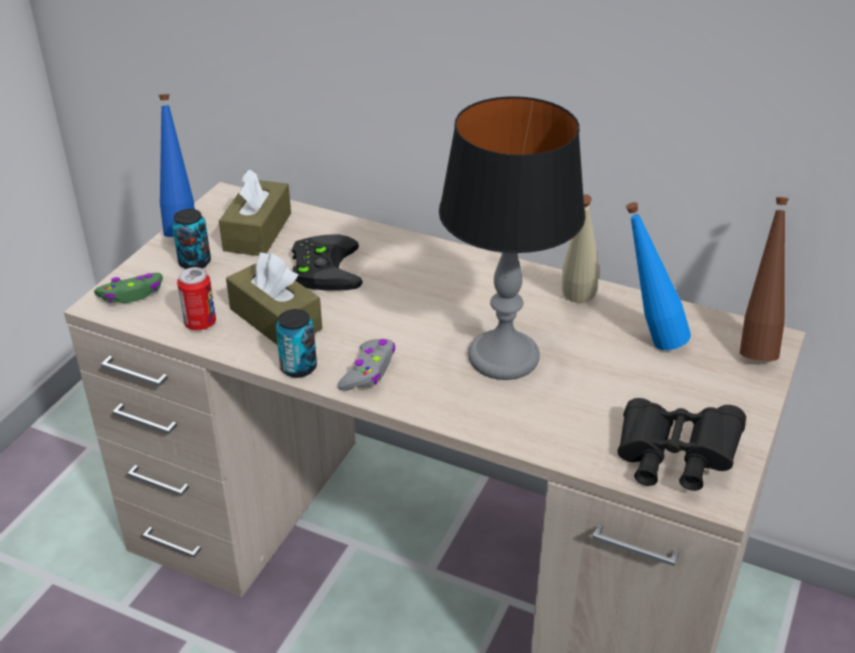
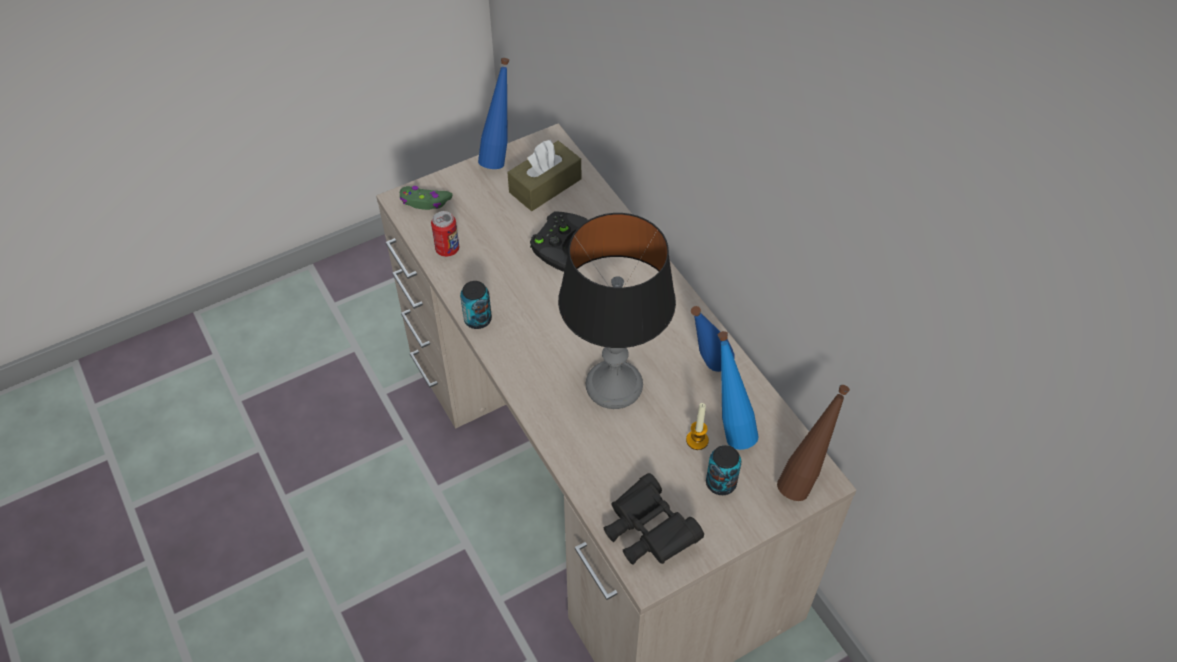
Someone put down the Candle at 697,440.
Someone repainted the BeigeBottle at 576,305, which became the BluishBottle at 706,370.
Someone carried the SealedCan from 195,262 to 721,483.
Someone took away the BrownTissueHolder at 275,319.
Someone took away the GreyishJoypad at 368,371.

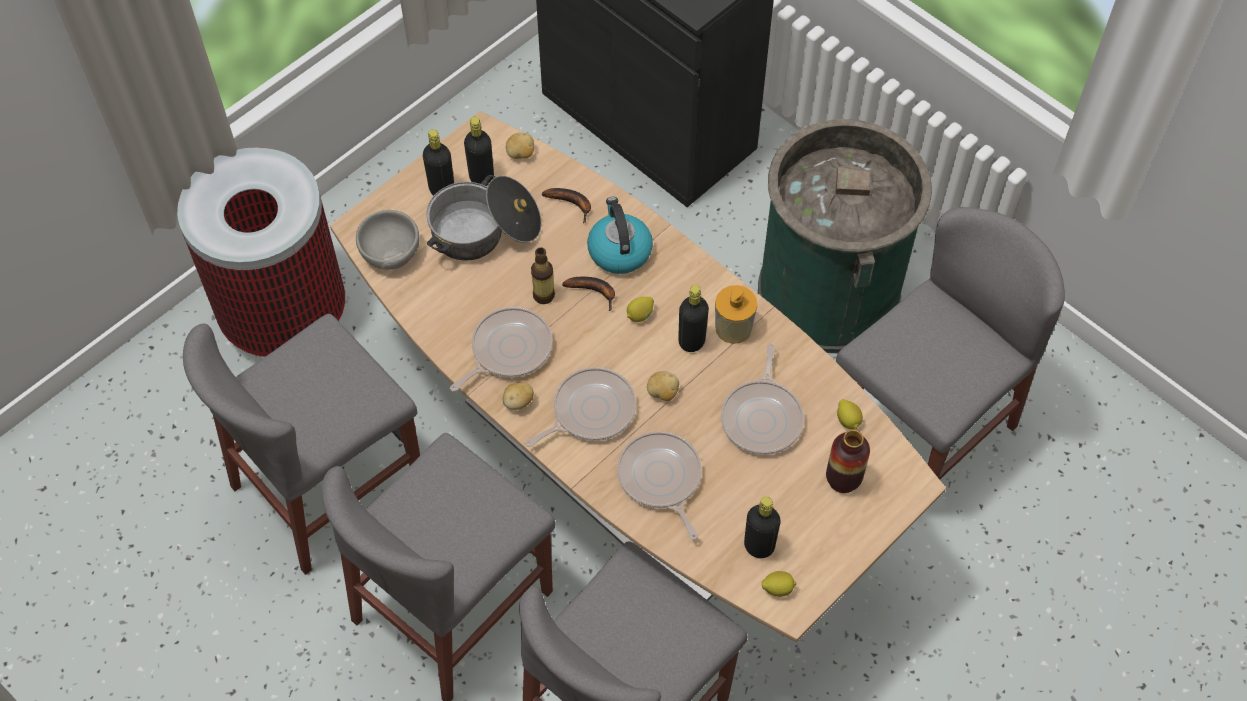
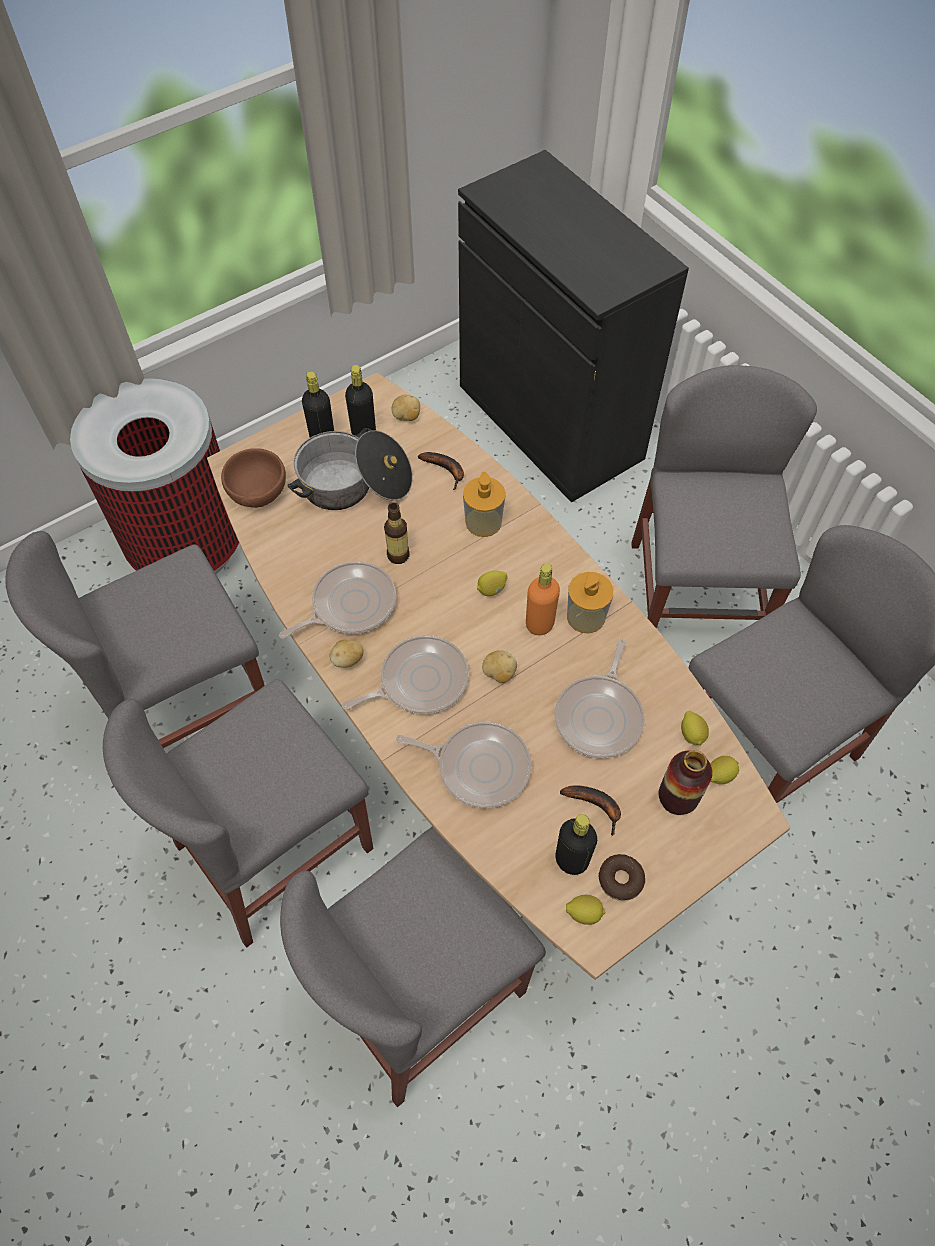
Someone repainted the GreyishServingBowl at 392,251, which became the BrownServingBowl at 259,491.
Someone rotated the Skillet at 661,479 by 120 degrees clockwise.
Someone swapped the TeaKettle at 619,250 for the SoapBottle at 483,522.
Someone repainted the BlackishBottle at 691,341, which became the OrangeColouredBottle at 539,624.
Someone carried the WholeBanana from 594,291 to 596,806.
Someone put down the Doughnut at 620,880.
Someone swapped the GreenTrashCan at 828,292 for the GreyishUprightChair at 691,598.
Someone put down the WholeLemon at 719,775.

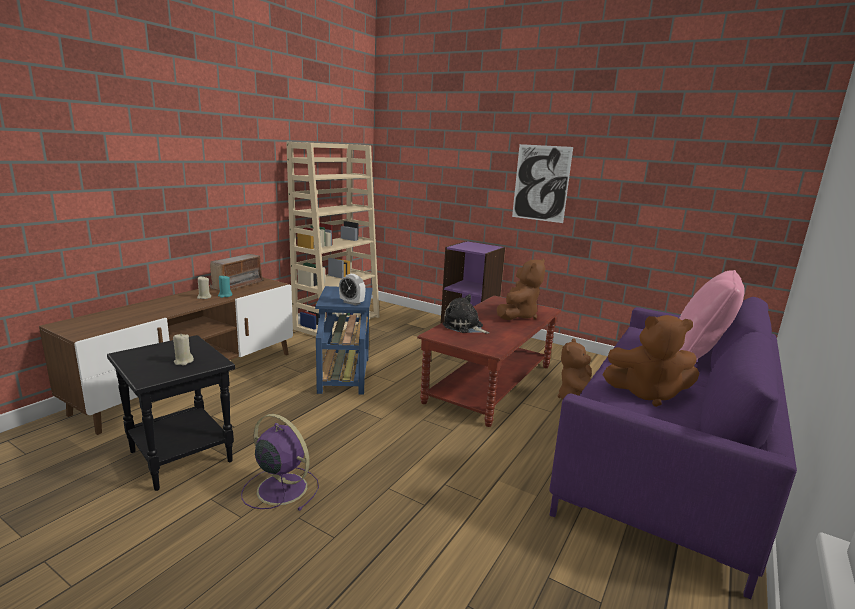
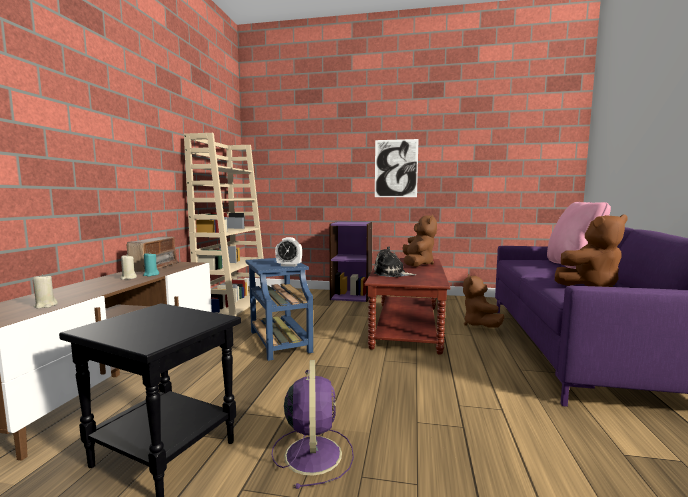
Someone carried the BeigeCandle from 183,361 to 45,306.
Someone rotated the PurpleElectricFan at 280,488 by 75 degrees clockwise.

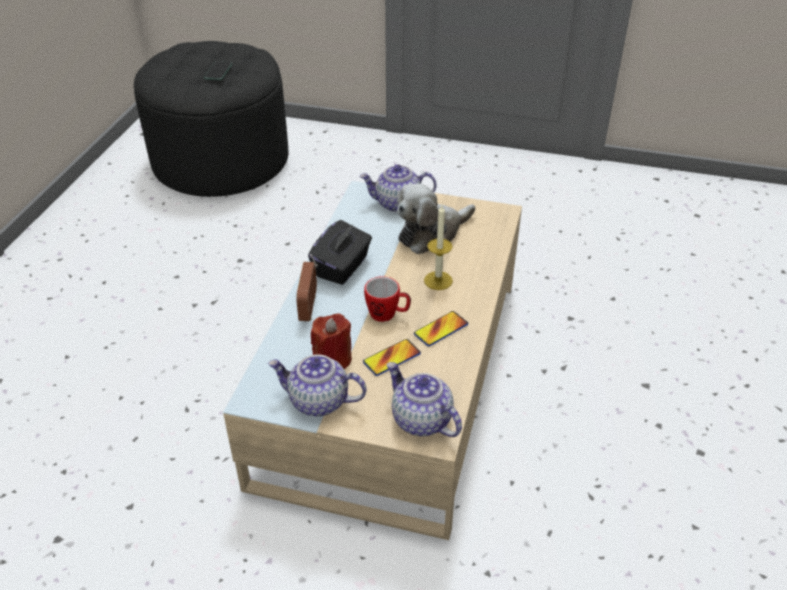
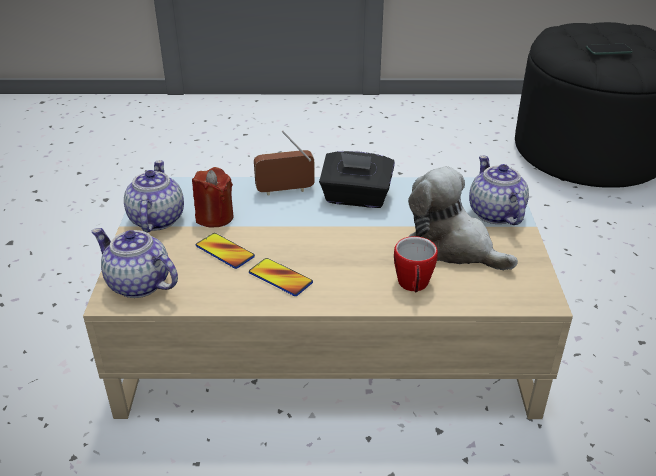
Someone rotated the PotForTea at 420,420 by 90 degrees counterclockwise.
Someone carried the Mug from 388,314 to 413,286.
Someone took away the Candle at 438,280.

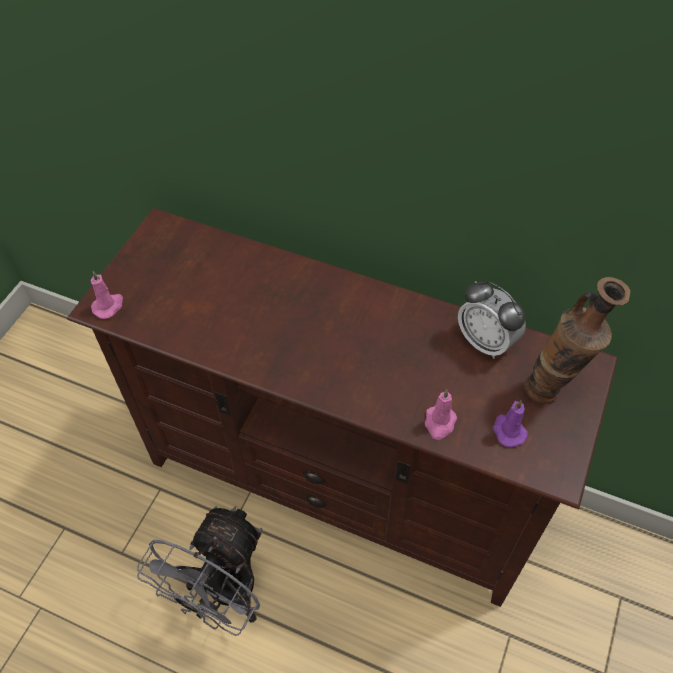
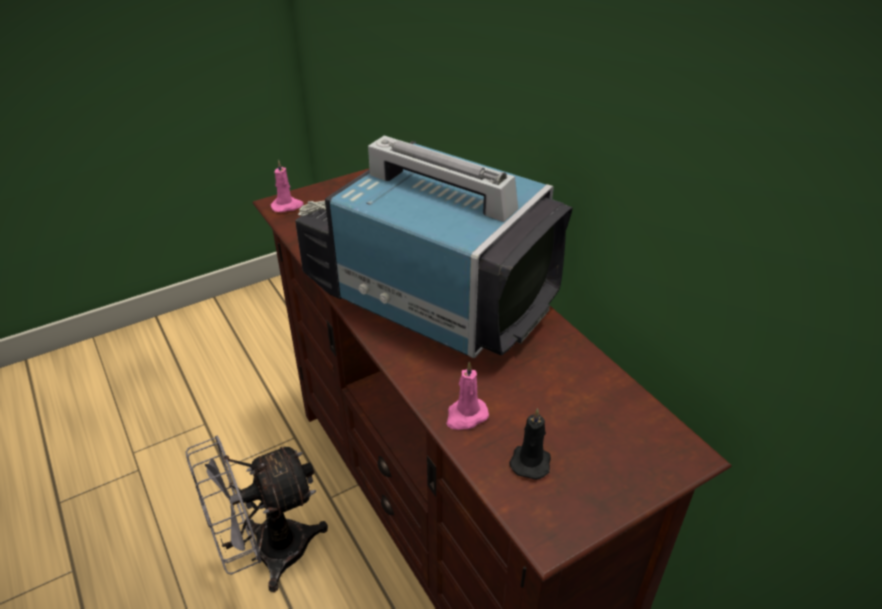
Someone put down the Tv at 428,294.
Someone repainted the PurpleCandle at 508,431, which became the BlackishCandle at 531,460.
Someone took away the AlarmClock at 485,342.
Someone took away the DecorativeVase at 553,391.

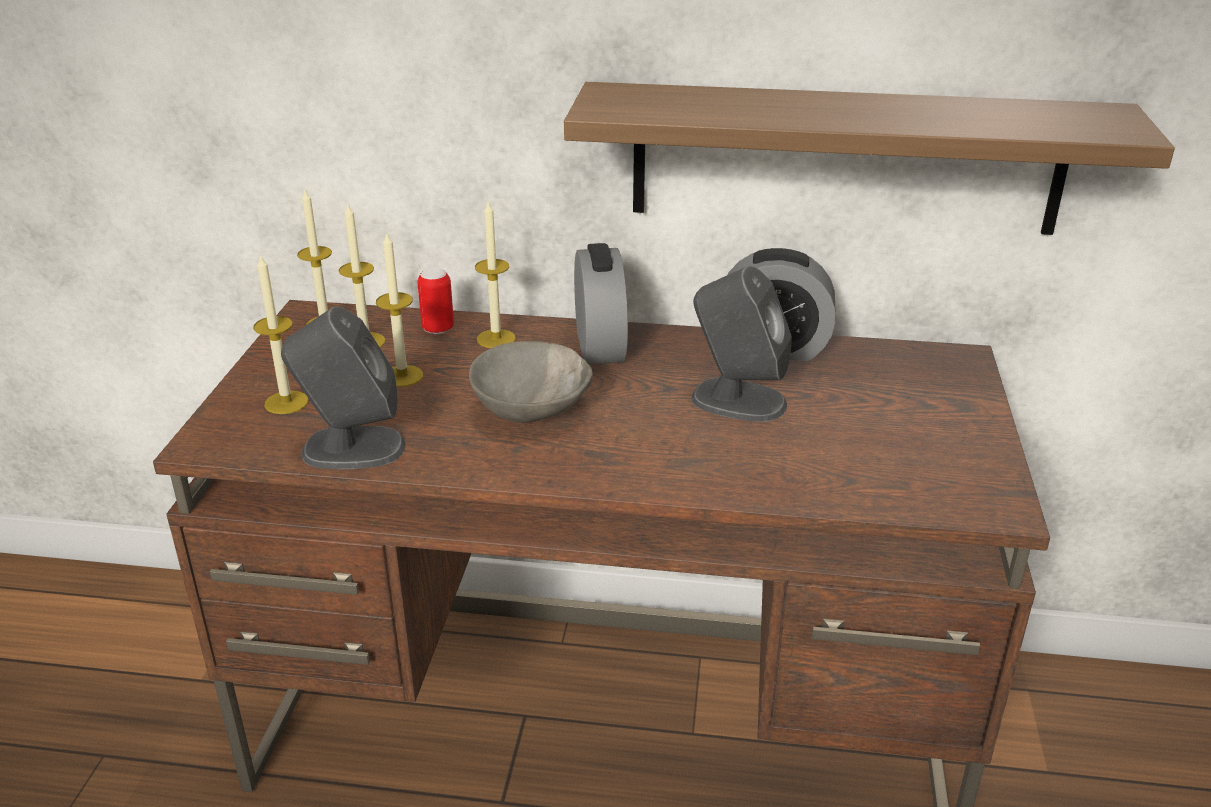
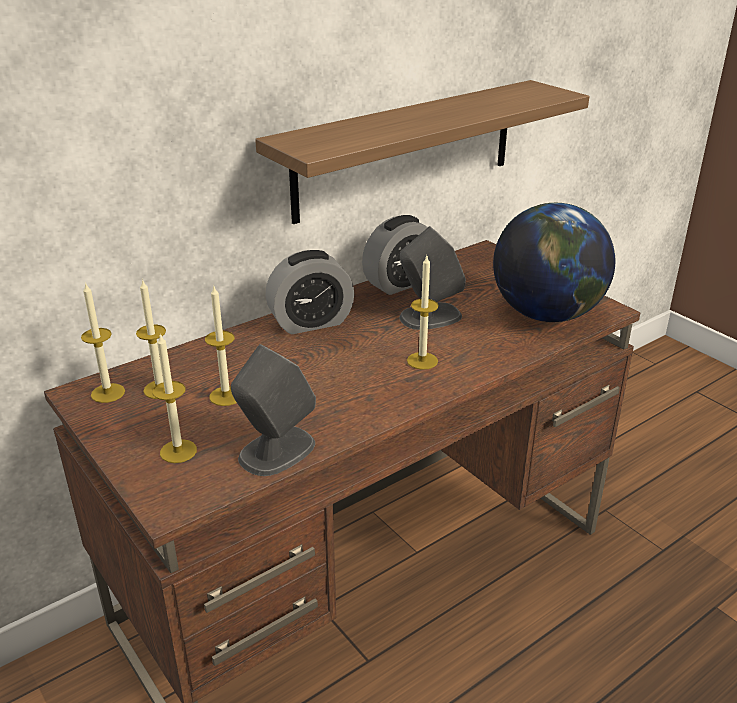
Someone rotated the AlarmClock at 600,346 by 120 degrees clockwise.
Someone carried the Candle from 496,339 to 422,361.
Someone put down the DeskGlobe at 547,314.
Someone took away the SealedCan at 438,329.
Someone took away the GreyishServingBowl at 530,408.

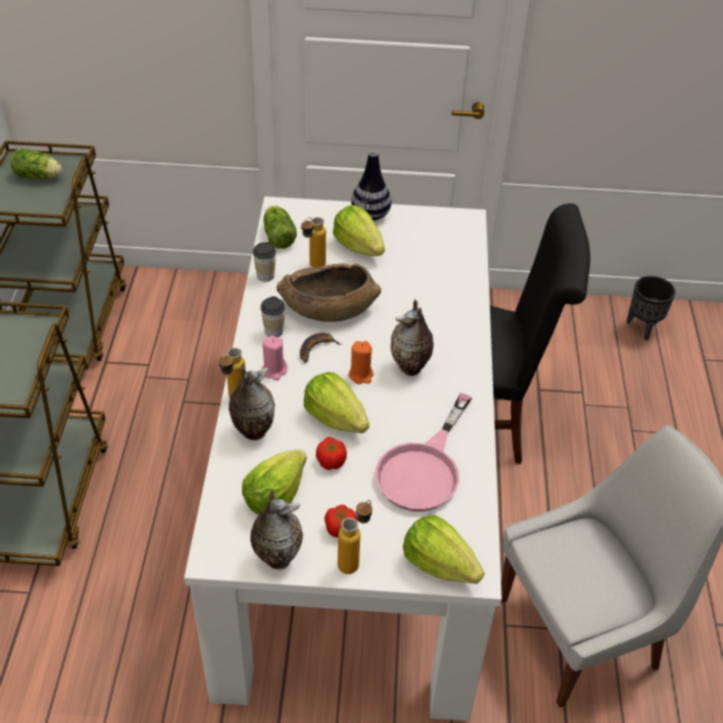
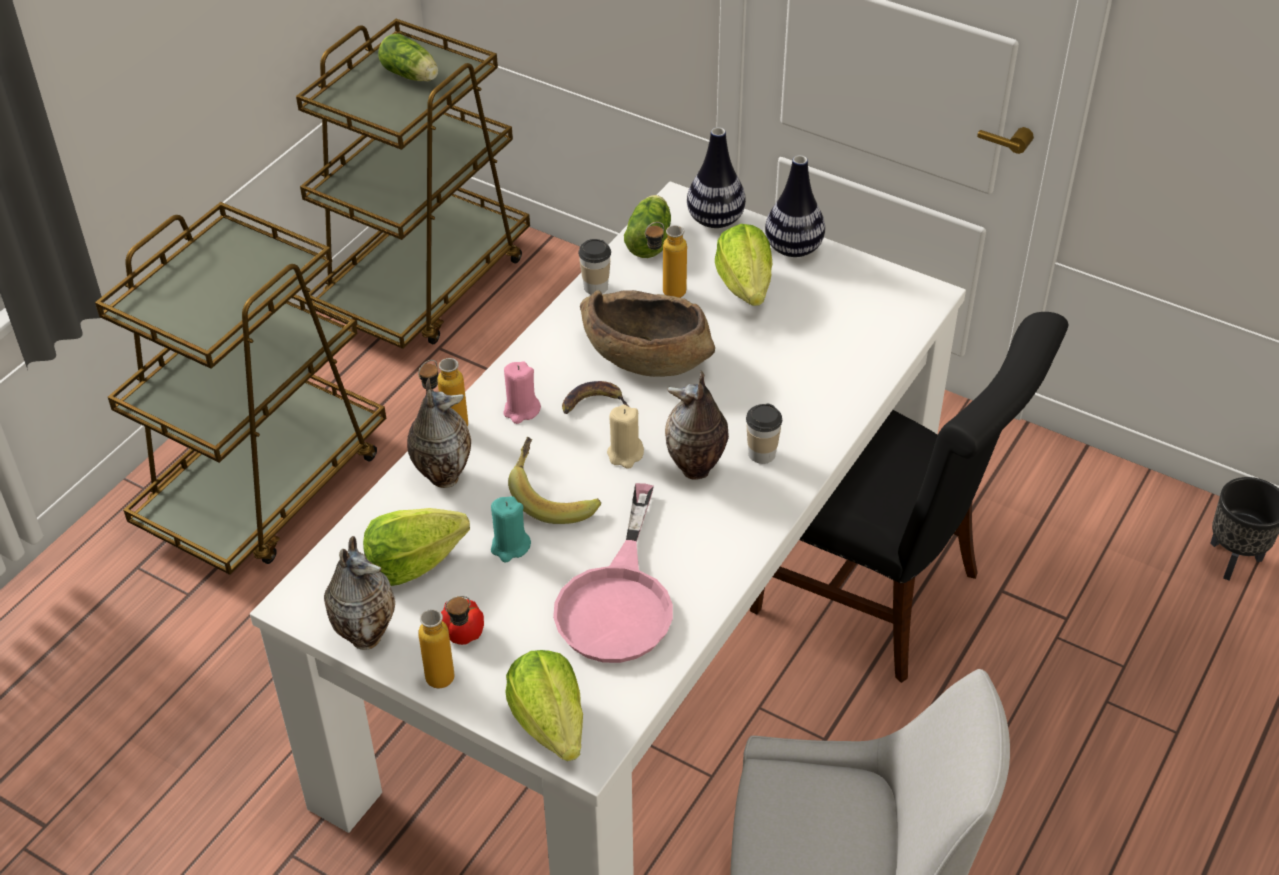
Someone swapped the FreshTomato at 331,461 for the BlueGreenCandle at 510,546.
Someone swapped the LettuceHead at 335,418 for the WholeBanana at 553,496.
Someone rotated the PinkishSkillet at 424,468 by 45 degrees counterclockwise.
Someone repainted the OrangeColouredCandle at 361,375, which became the BeigeCandle at 625,454.
Someone put down the DecorativeVase at 715,220.
Someone carried the DrinkingCup from 274,331 to 761,454.

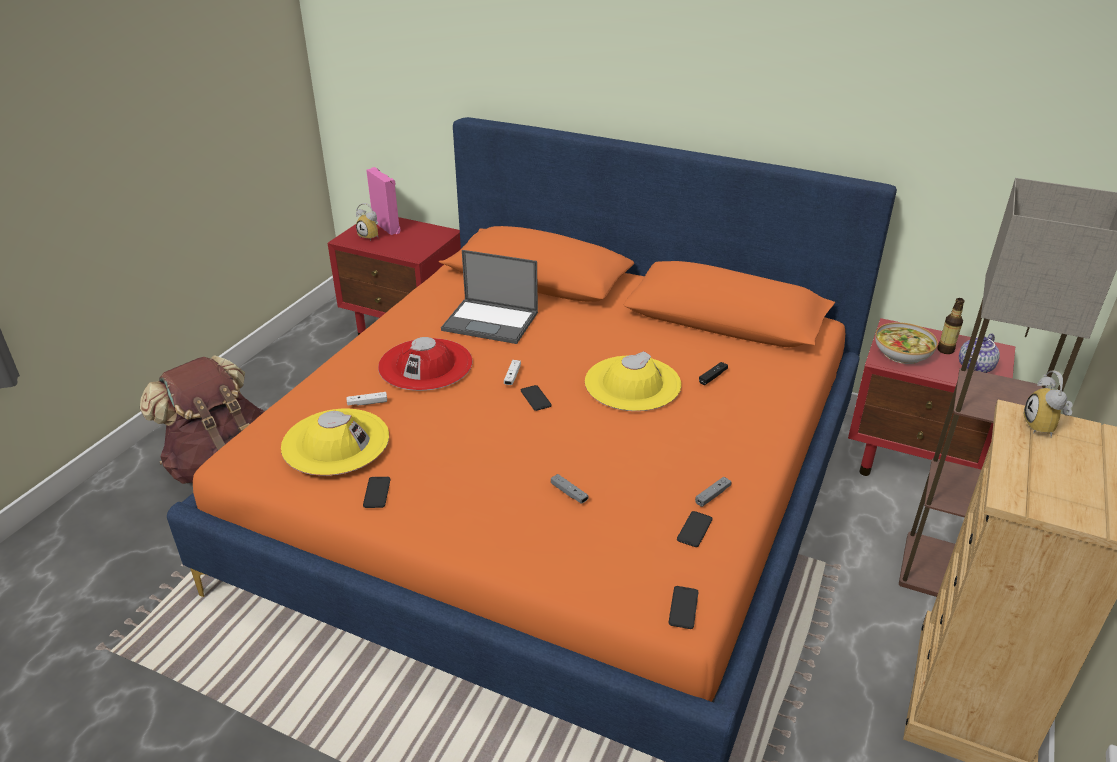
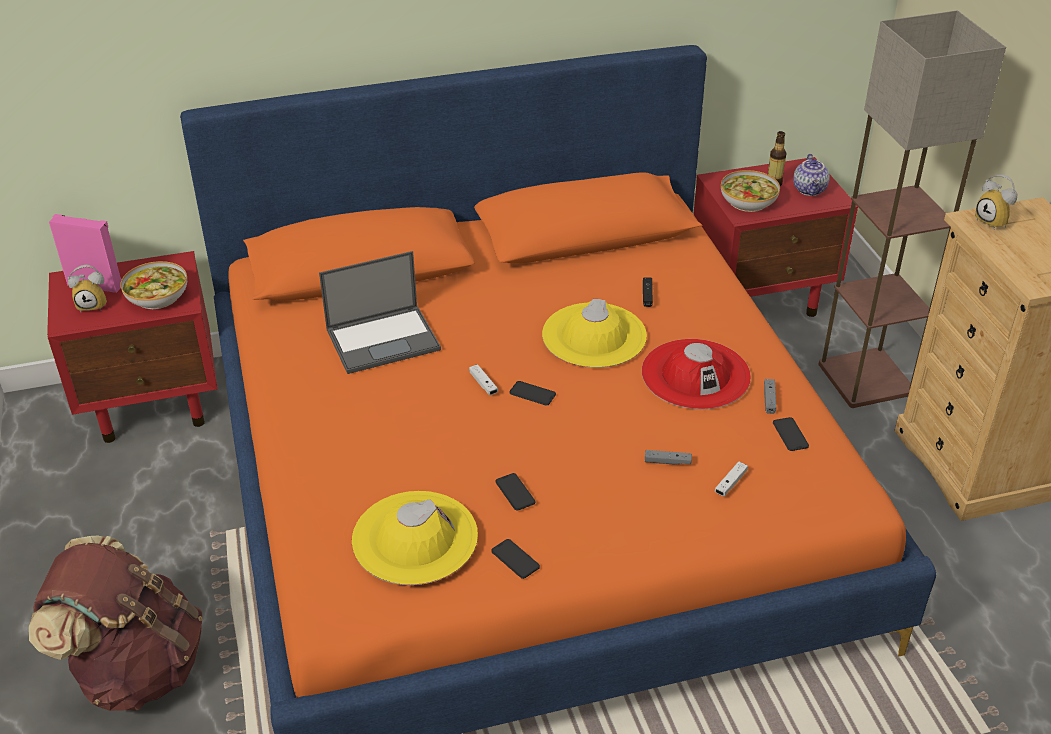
Someone put down the ServingBowl at 157,296.
Someone carried the Telephone from 683,607 to 515,492.
Someone carried the RedClothingHat from 425,364 to 695,374.
Someone carried the WhiteColouredJoypad from 367,403 to 730,483.

